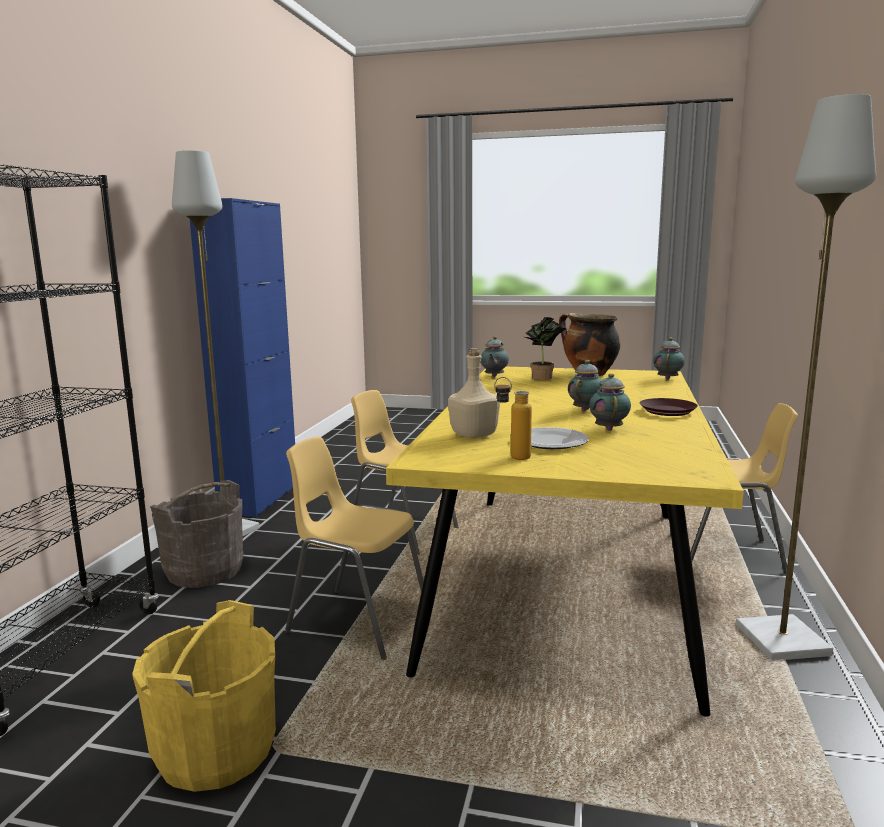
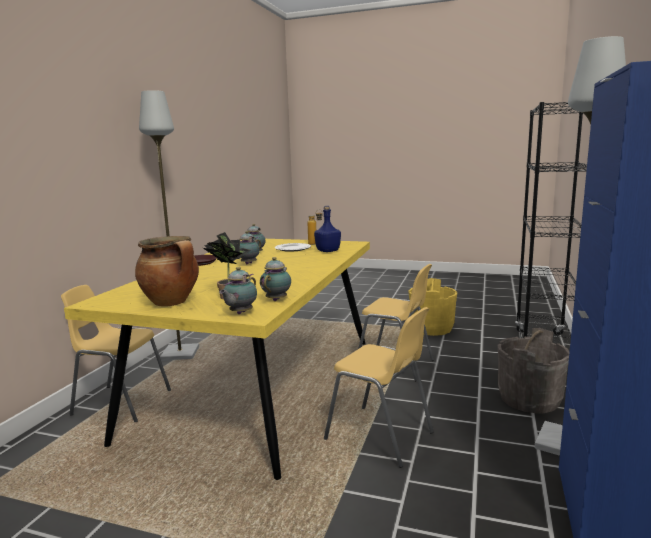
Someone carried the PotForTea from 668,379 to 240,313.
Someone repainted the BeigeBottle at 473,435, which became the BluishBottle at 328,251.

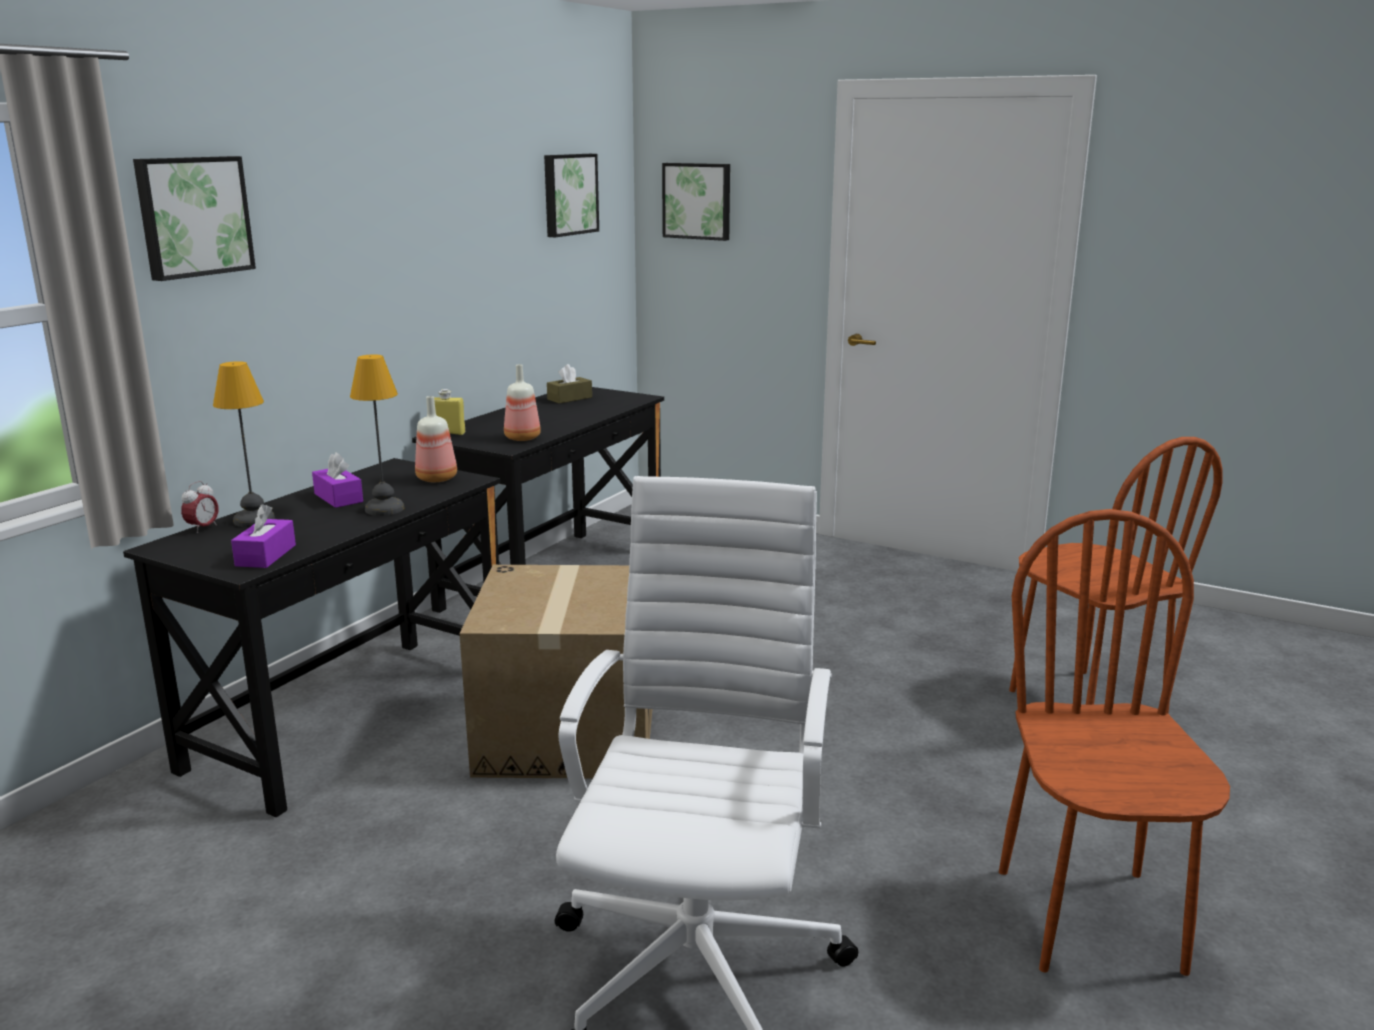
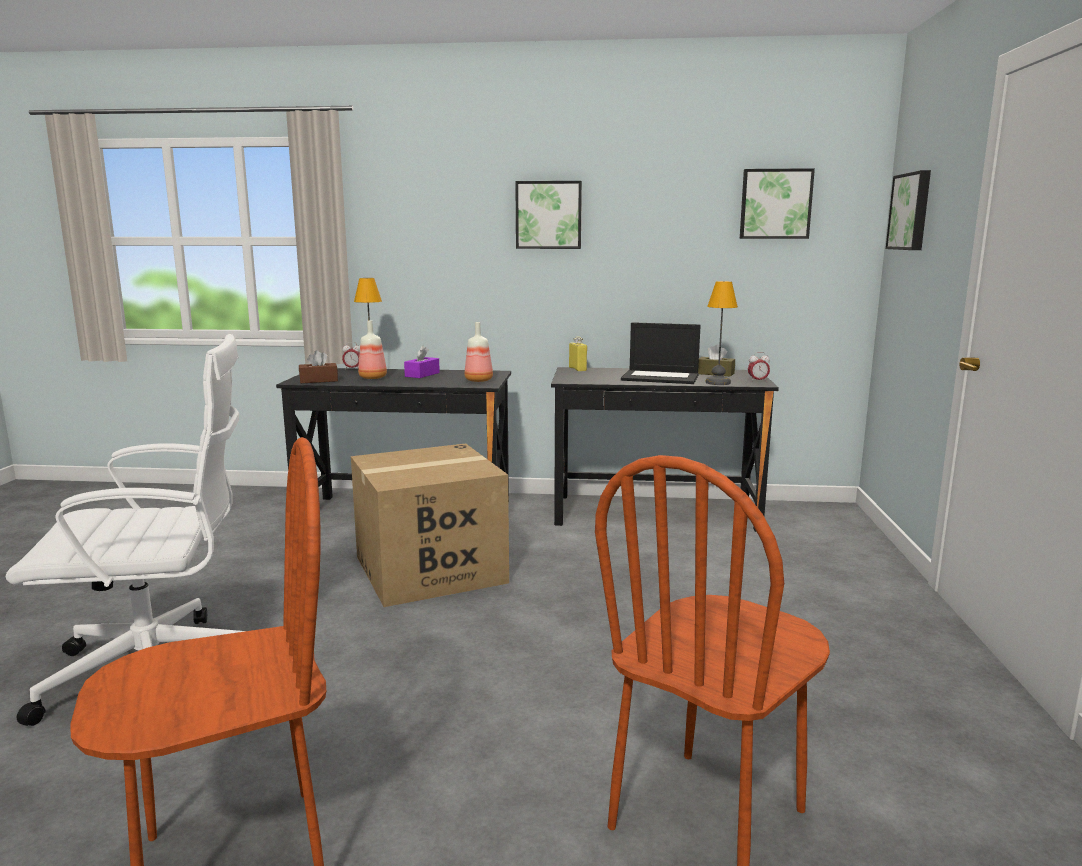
Someone repainted the PurpleTissueHolder at 266,555, which became the BrownTissueHolder at 318,380.
Someone carried the Bottle from 521,438 to 372,377.
Someone carried the Picture from 193,216 to 548,215.
Someone put down the PortableComputer at 661,377.
Someone carried the TableLamp from 385,509 to 718,382.
Someone put down the AlarmClock at 758,381.

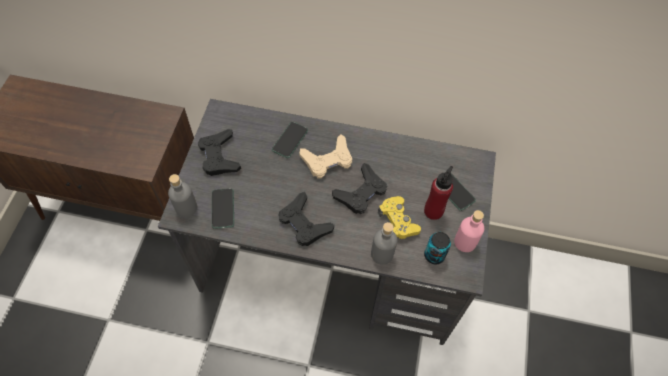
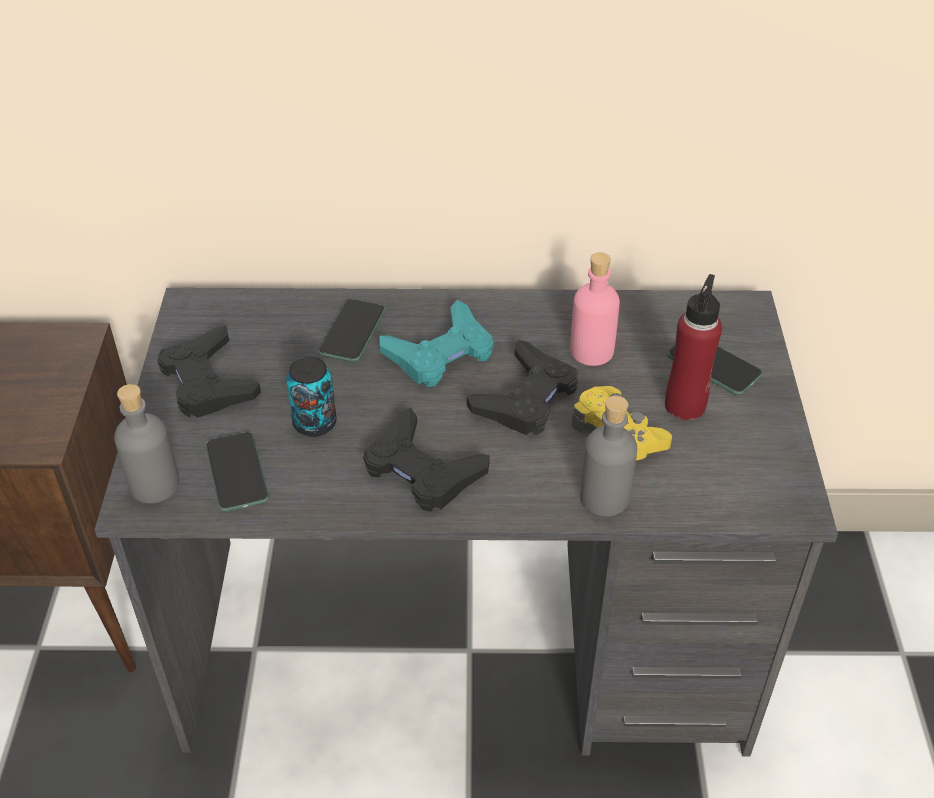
Someone carried the SealedCan from 434,255 to 314,423.
Someone repainted the BeigeJoypad at 327,160, which became the BlueGreenJoypad at 440,353.
Someone carried the PinkishBottle from 465,242 to 591,351.

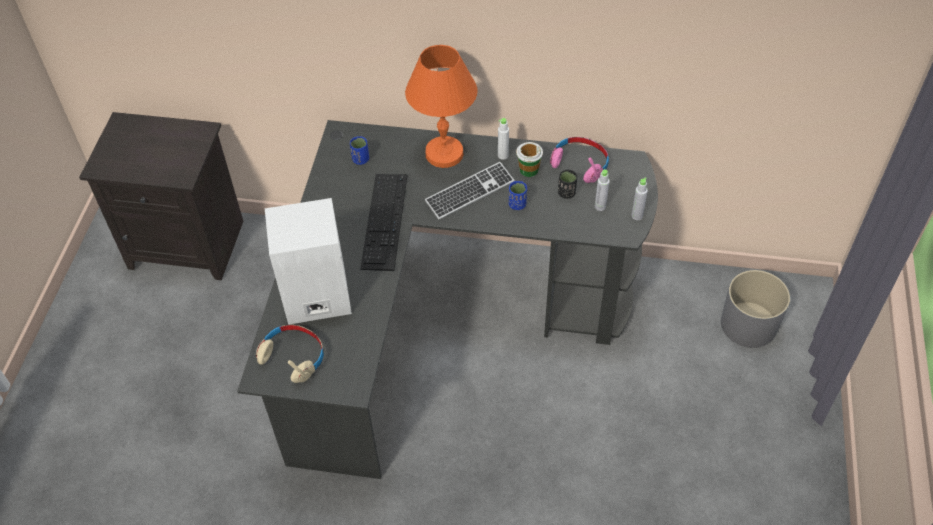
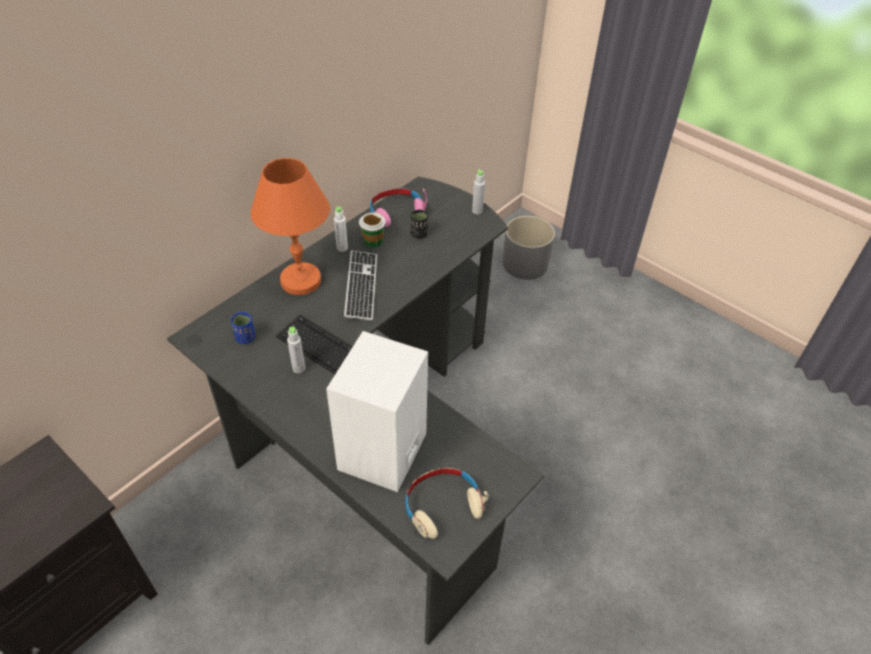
Someone carried the GreyishBottle from 600,206 to 299,368.
Someone took away the BluishDrinkingCup at 517,204.

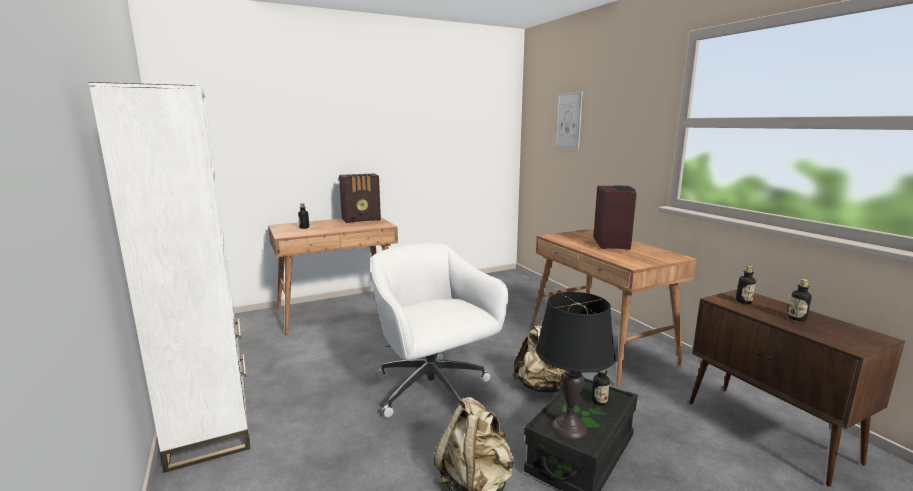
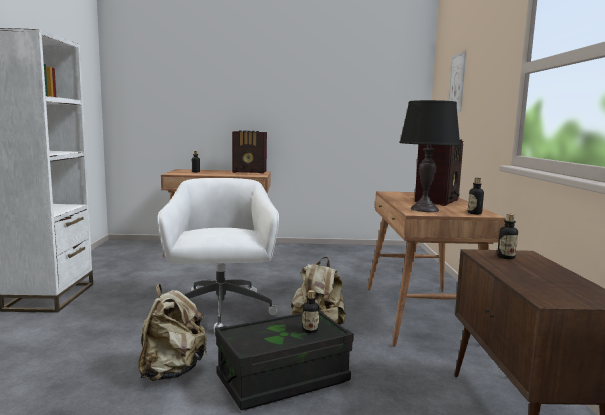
Someone carried the BlackishTableLamp from 569,427 to 424,209.
Someone carried the Bottle from 796,318 to 474,213.

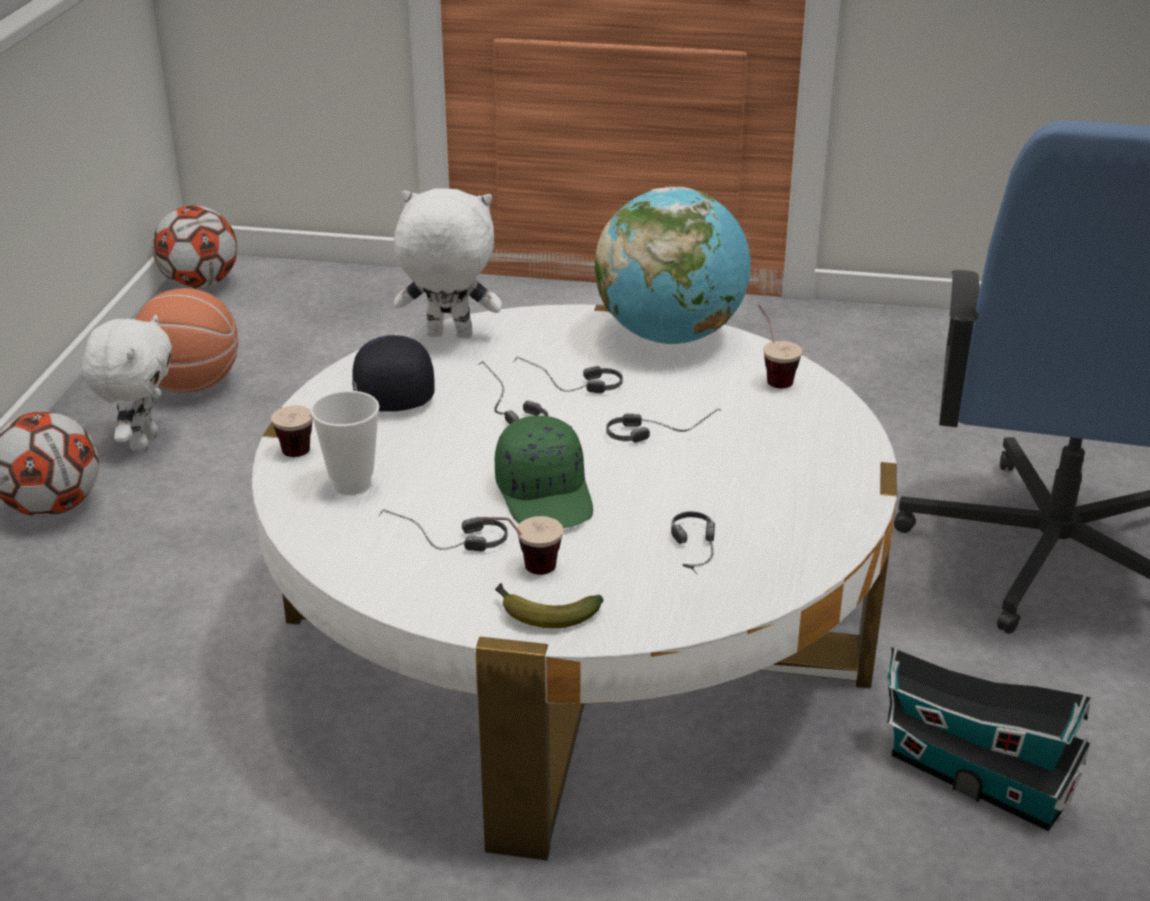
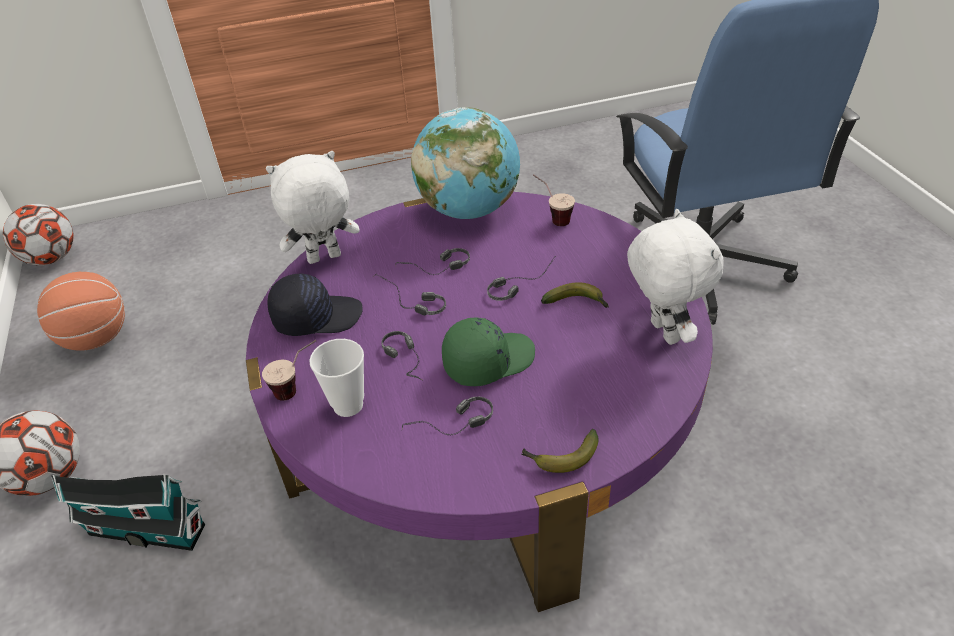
Someone carried the ModelHouse from 971,776 to 143,529.
Someone repainted the WhiteColouredCoffeeTable at 574,638, which became the PurpleCoffeeTable at 484,428.
Someone rotated the BlackishPeakedCap at 390,390 by 120 degrees clockwise.
Someone carried the PairOfHeadphones from 699,557 to 410,363.
Someone rotated the GreenPeakedCap at 546,495 by 75 degrees counterclockwise.
Someone put down the WholeBanana at 577,303.
Someone carried the WhiteColouredCuddlyToy from 141,441 to 661,332.
Someone took away the DrinkingCup at 522,571.

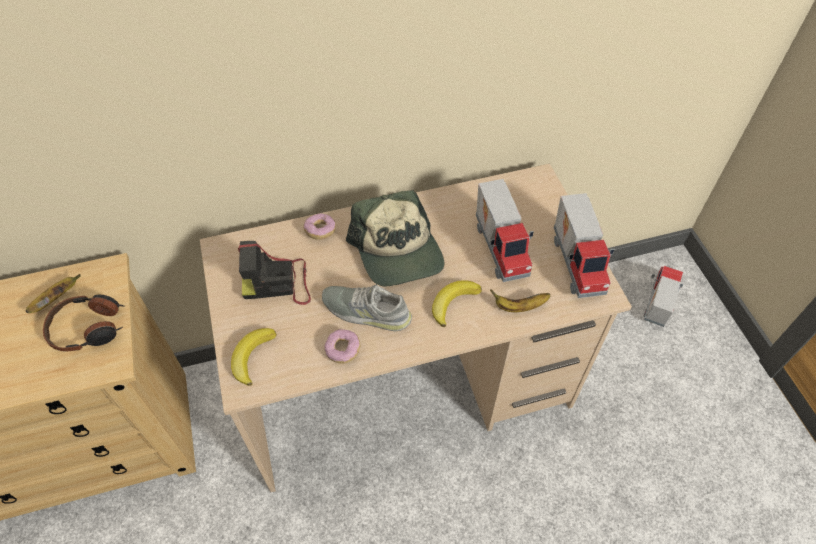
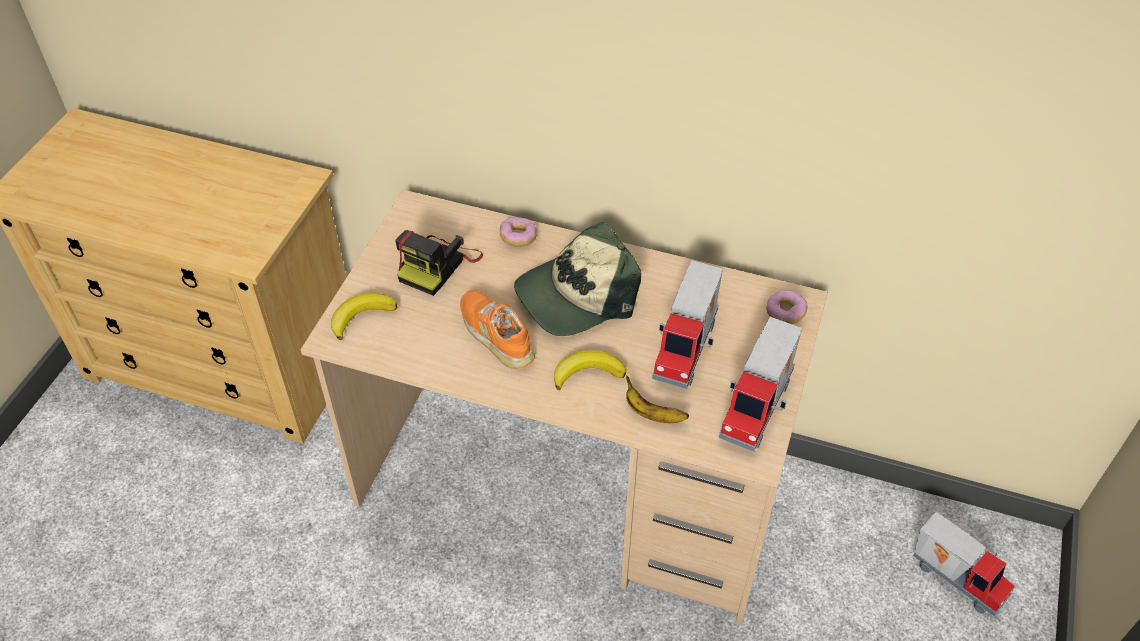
Someone rotated the StillCamera at 278,283 by 90 degrees counterclockwise.
Someone repainted the GreyishItemOfFootwear at 366,311, which became the OrangeColouredItemOfFootwear at 497,334.
Someone rotated the PeakedCap at 398,251 by 45 degrees clockwise.
Someone carried the Doughnut from 343,350 to 785,313.
Someone rotated the ToyTruck at 656,303 by 75 degrees clockwise.
Someone took away the WholeBanana at 57,298.
Someone took away the PairOfHeadphones at 89,328.

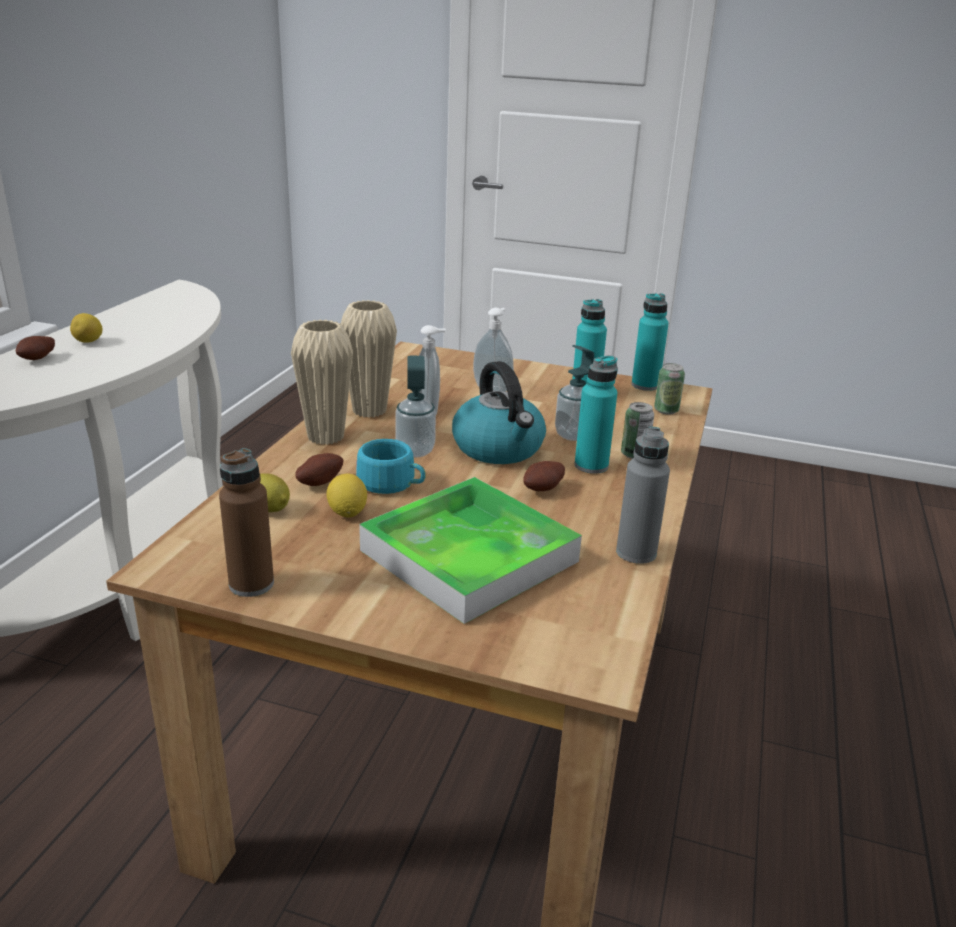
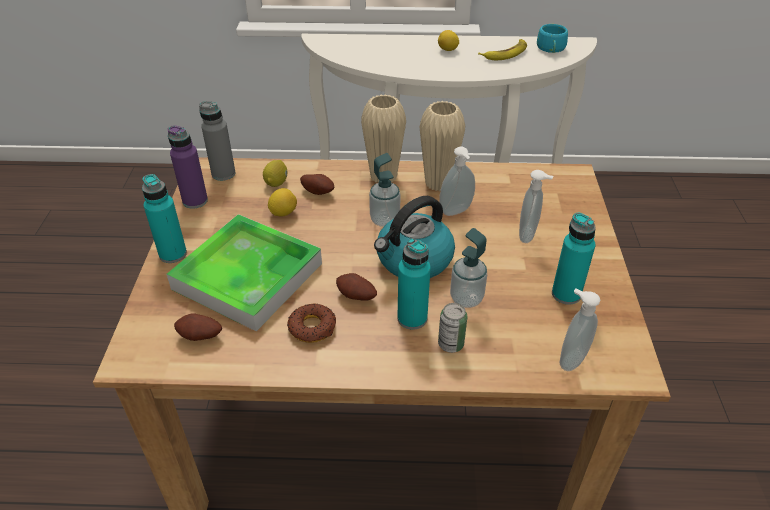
Someone carried the BlueGreenBottle from 645,385 to 173,254.
Someone repainted the BrownBottle at 251,584, which became the PurpleBottle at 195,201.
Someone carried the Spud from 39,359 to 200,337.
Someone carried the GreyishBottle from 636,552 to 223,174.
Someone put down the Doughnut at 312,327.
Someone put down the WholeBanana at 505,53.
Someone carried the BlueGreenDrinkingCup from 392,484 to 551,49.
Someone swapped the SealedCan at 666,410 for the SoapBottle at 570,359.

